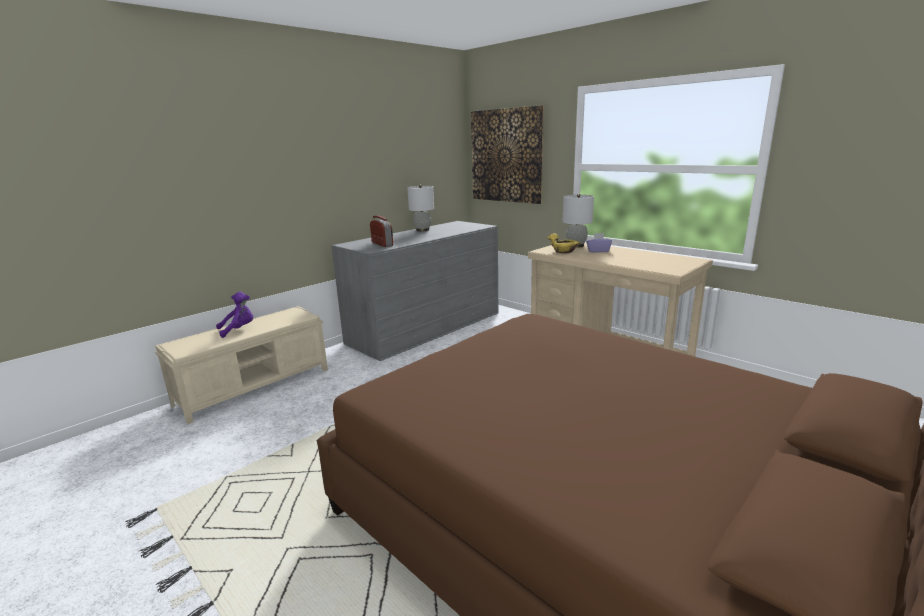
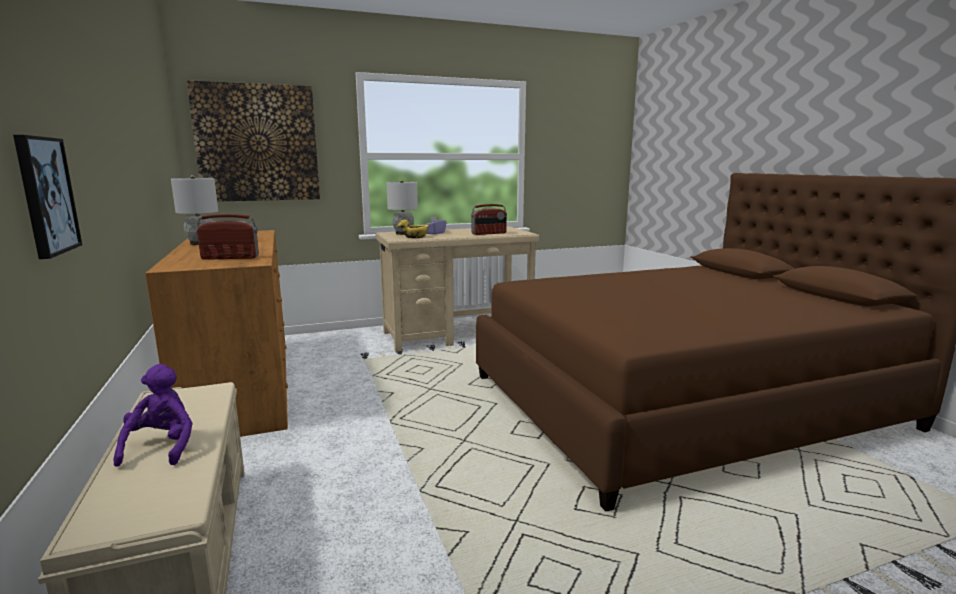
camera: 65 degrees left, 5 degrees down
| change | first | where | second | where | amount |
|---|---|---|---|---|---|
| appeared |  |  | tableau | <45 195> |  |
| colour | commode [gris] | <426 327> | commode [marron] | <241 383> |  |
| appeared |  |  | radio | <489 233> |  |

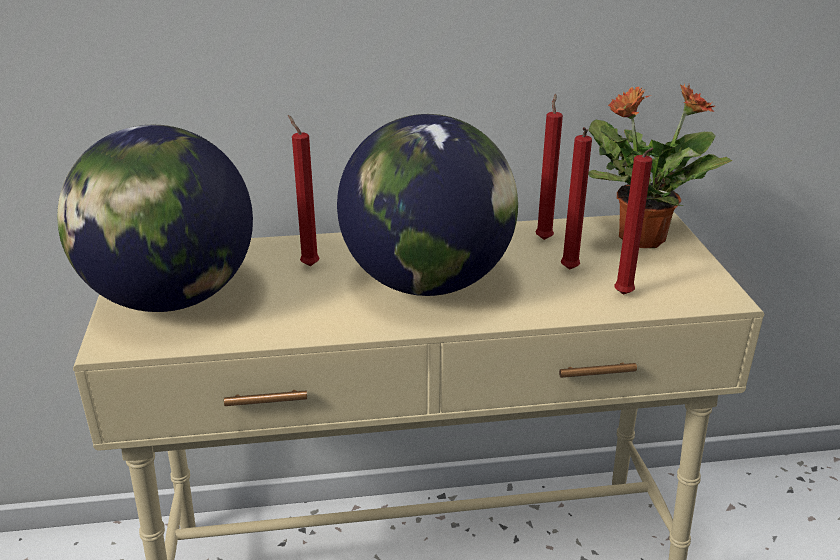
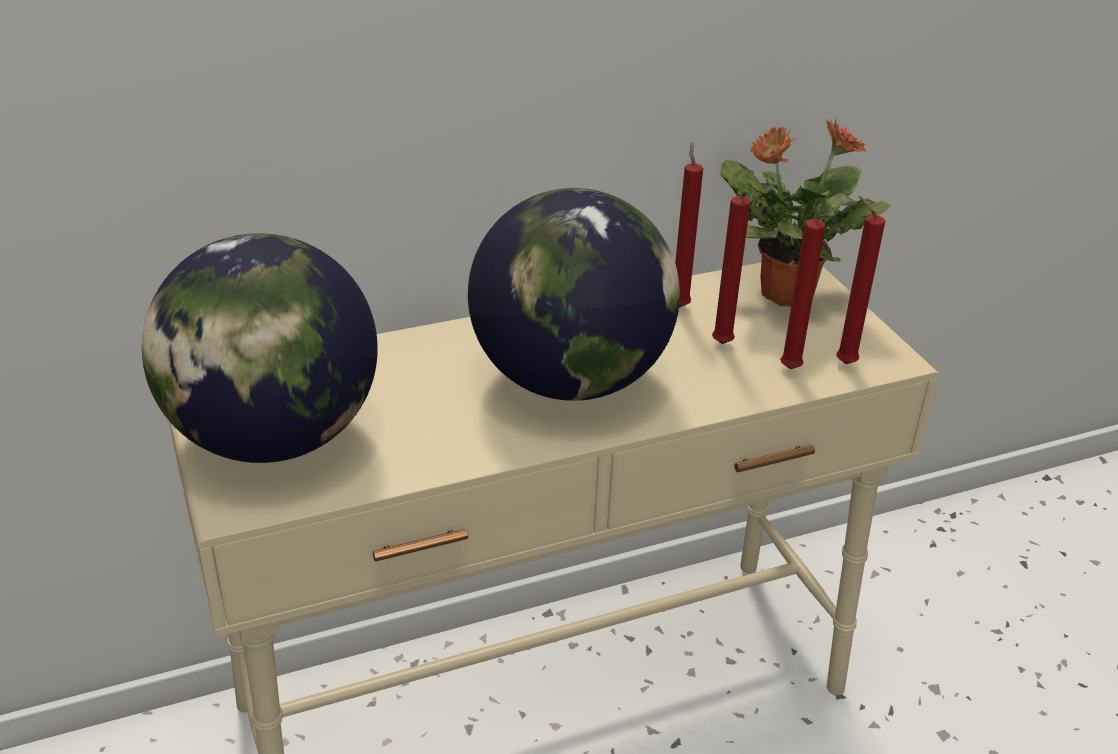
camera: 15 degrees left, 5 degrees up
| change | first | where | second | where | amount |
|---|---|---|---|---|---|
| relocated | bougie [rouge] | <308 265> |  | <842 362> |  |

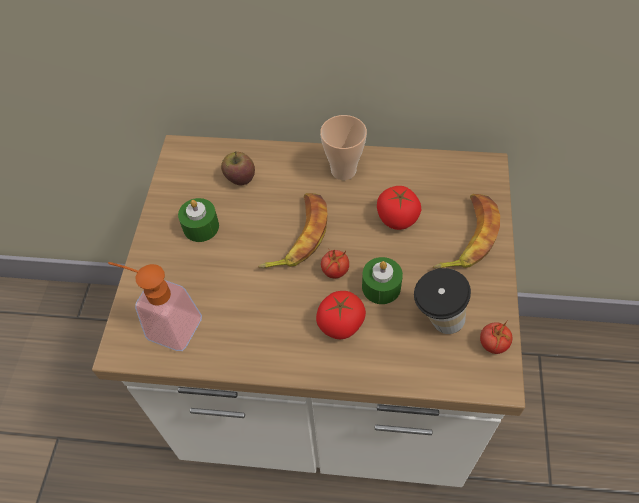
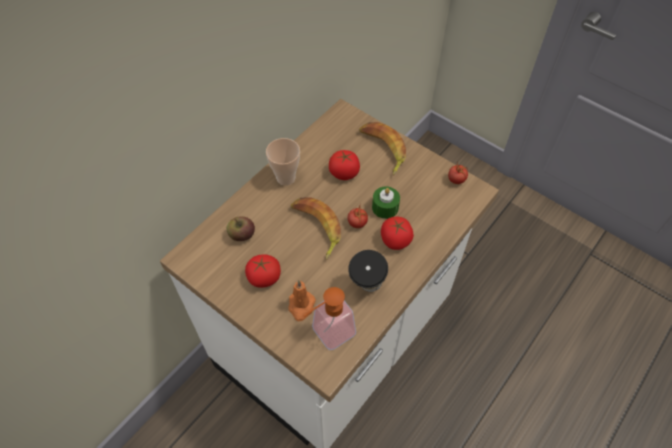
camera: 60 degrees left, 0 degrees up
| change | first | where | second | where | amount |
|---|---|---|---|---|---|
| exchanged | bougie [vert] | <201 227> | tomate | <264 278> |  |
| appeared |  |  | bougie [orange] | <301 306> |  |
| relocated | tasse | <436 322> |  | <367 288> |  |

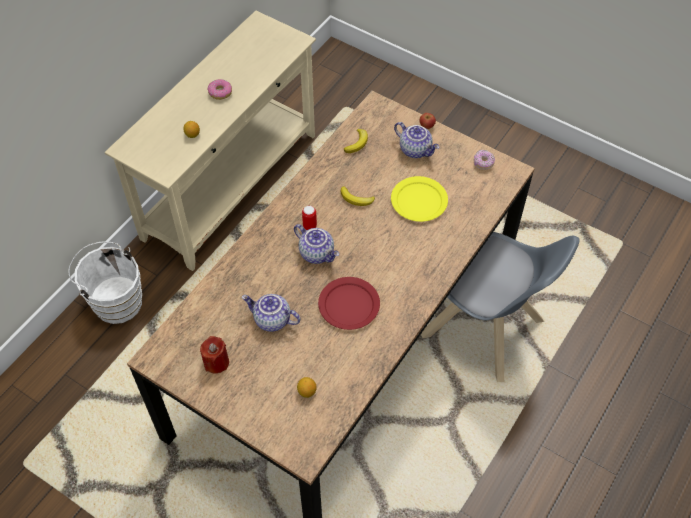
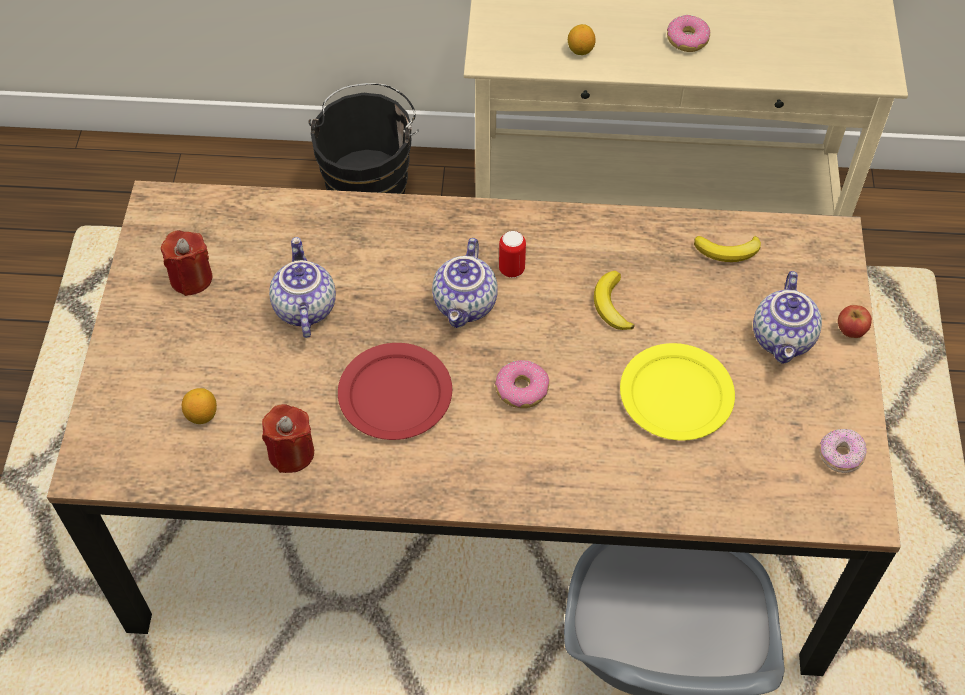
camera: 60 degrees right, 0 degrees up
| change | first | where | second | where | amount |
|---|---|---|---|---|---|
| appeared |  |  | bougie [rouge] | <291 453> |  |
| colour | seau [blanc] | <115 300> | seau [noir] | <369 185> |  |
| appeared |  |  | beignet | <521 390> |  |

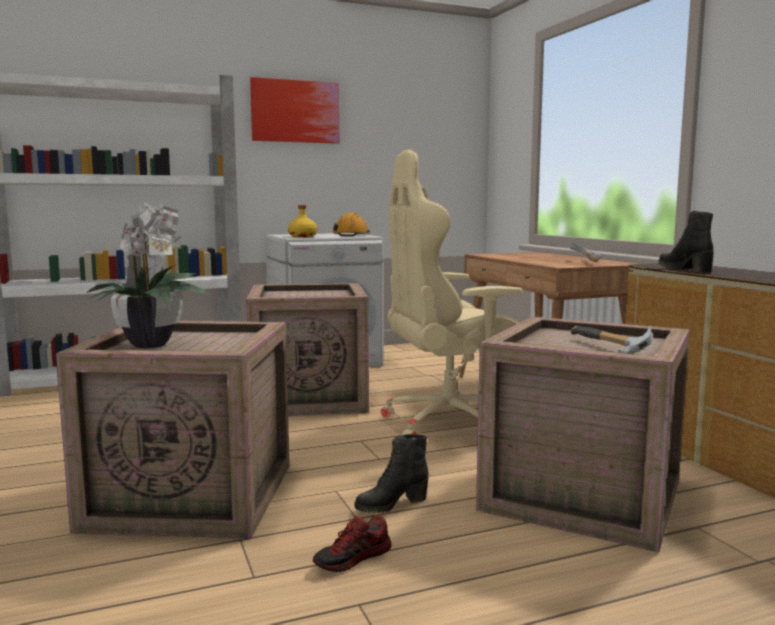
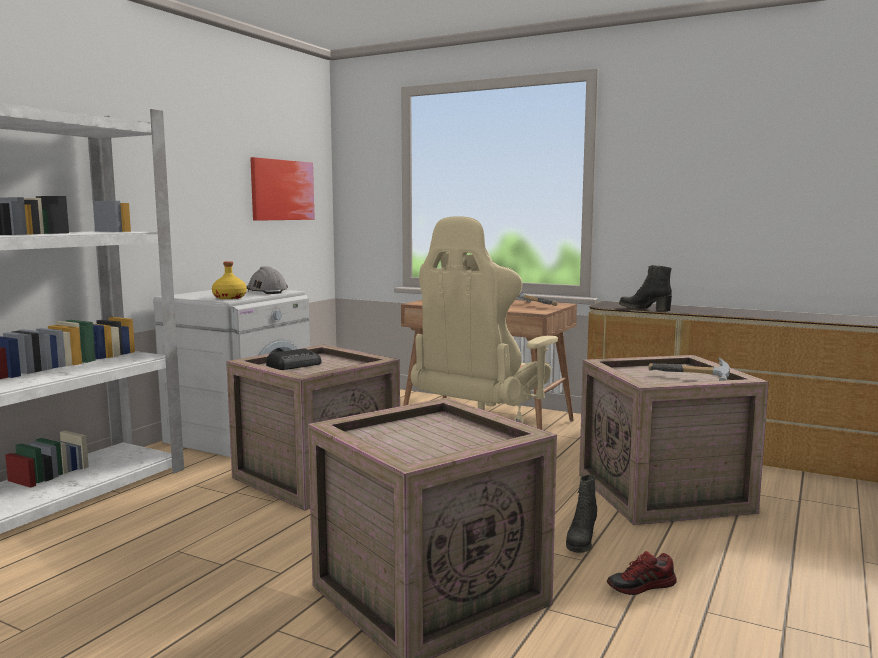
camera: 40 degrees left, 0 degrees up
| change | first | where | second | where | amount |
|---|---|---|---|---|---|
| colour | casque de chantier [orange] | <351 235> | casque de chantier [gris] | <266 291> |  |
| relocated | tableau | <295 111> |  | <282 190> |  |
| appeared |  |  | radio | <295 365> |  |
| spun | chaussure | <353 558> |  | <641 586> | 60 degrees clockwise |
| missing | plante en pot | <151 344> |  |  |  |

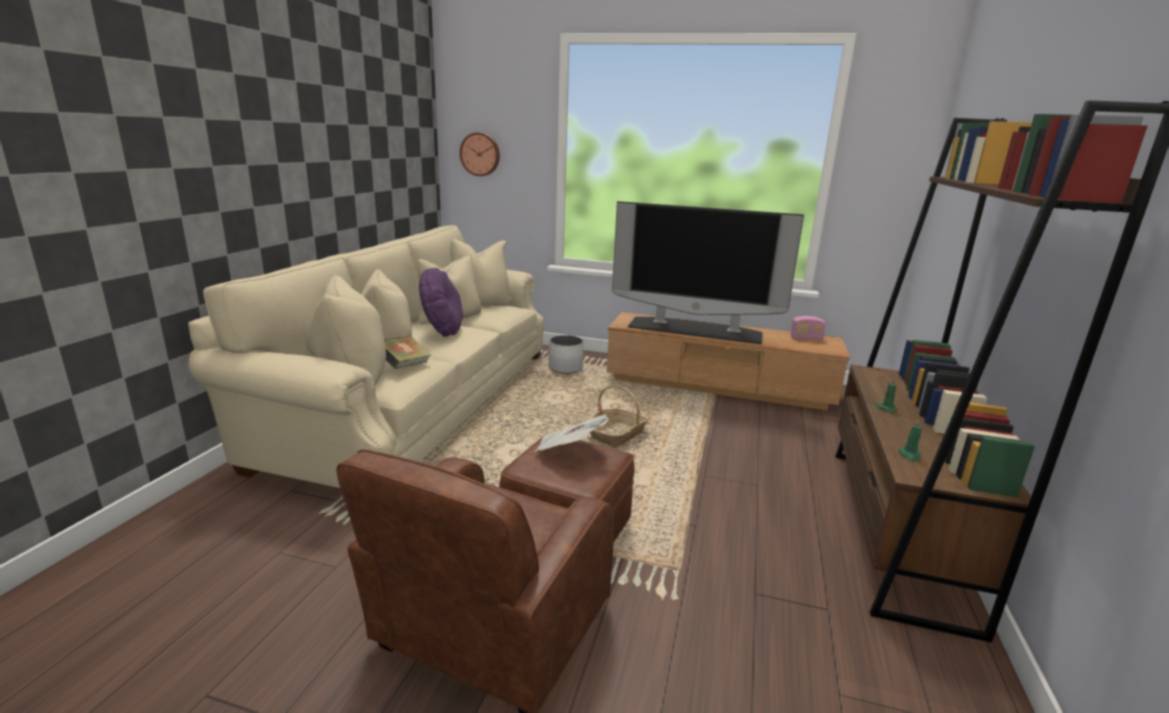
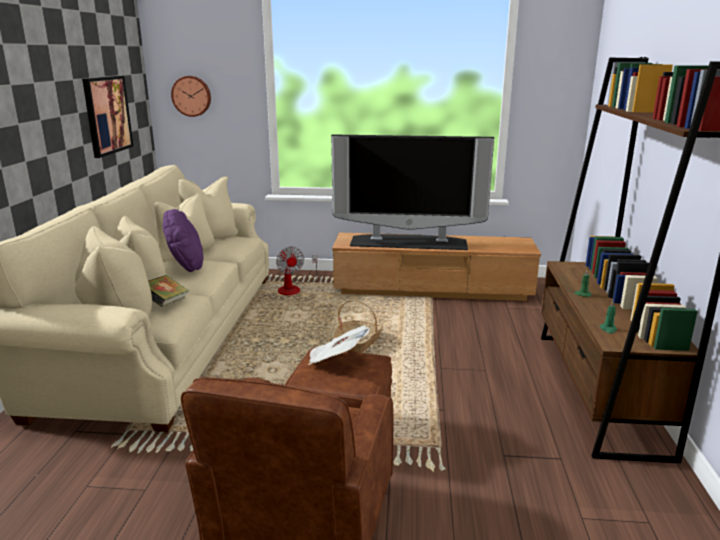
camera: 10 degrees left, 0 degrees up
| change | first | where | second | where | amount |
|---|---|---|---|---|---|
| appeared |  |  | tableau | <107 115> |  |
| exchanged | cache-pot [blanc] | <565 368> | ventilateur | <294 288> |  |
| missing | radio | <806 338> |  |  |  |

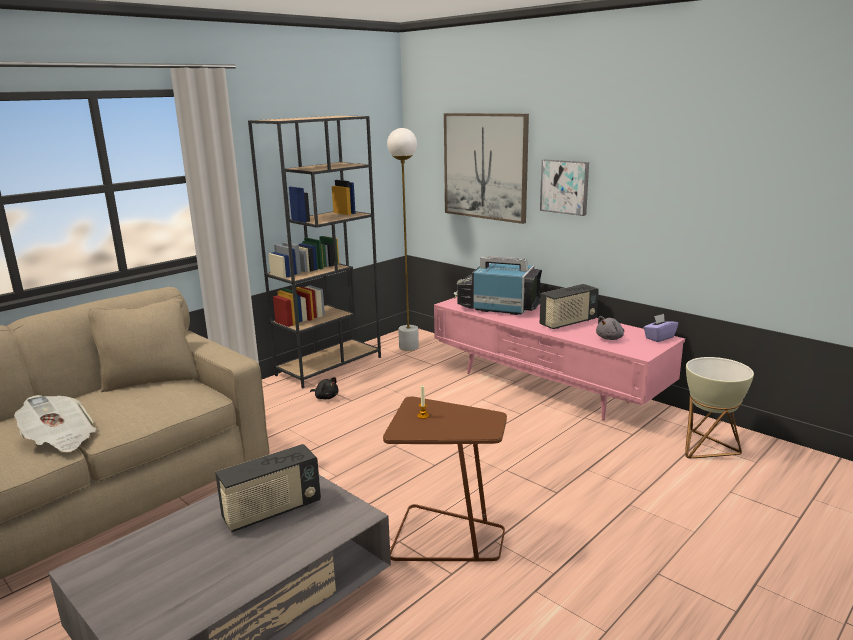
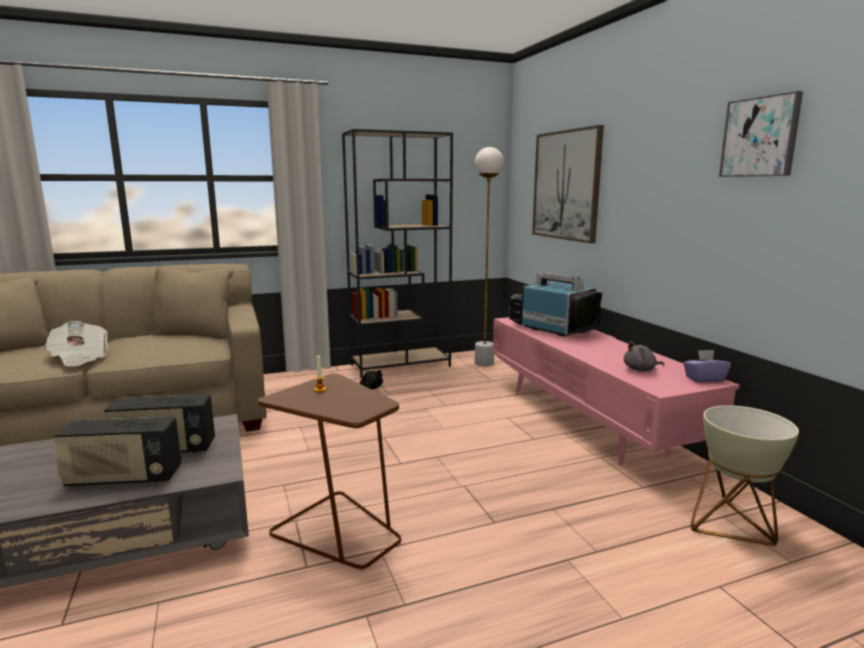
camera: 25 degrees right, 5 degrees down
| change | first | where | second | where | amount |
|---|---|---|---|---|---|
| relocated | radio | <568 323> |  | <123 478> |  |
| relocated | tableau | <565 186> |  | <760 137> |  |

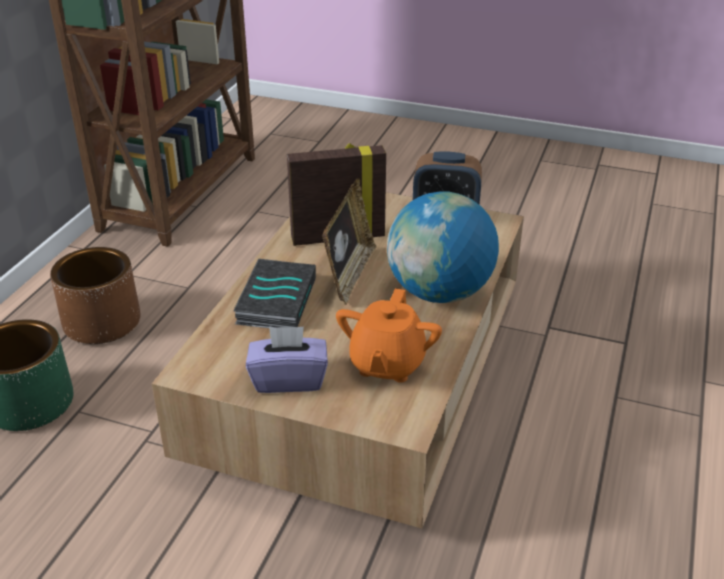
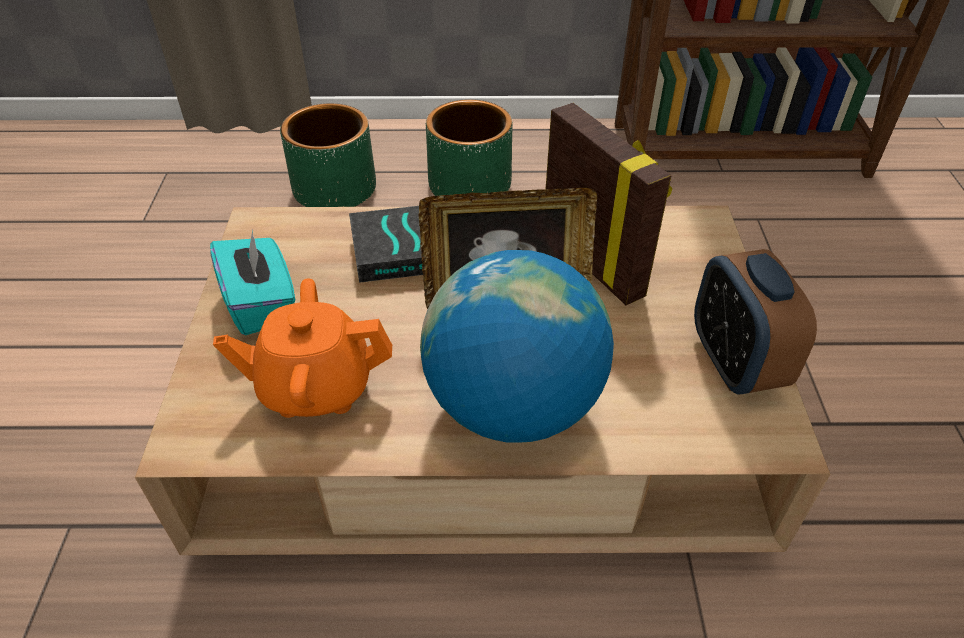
camera: 70 degrees right, 10 degrees up
| change | first | where | second | where | amount |
|---|---|---|---|---|---|
| colour | boîte à mouchoirs [violet] | <288 379> | boîte à mouchoirs [turquoise] | <261 304> |  |
| colour | cache-pot [marron] | <103 323> | cache-pot [vert] | <470 185> |  |

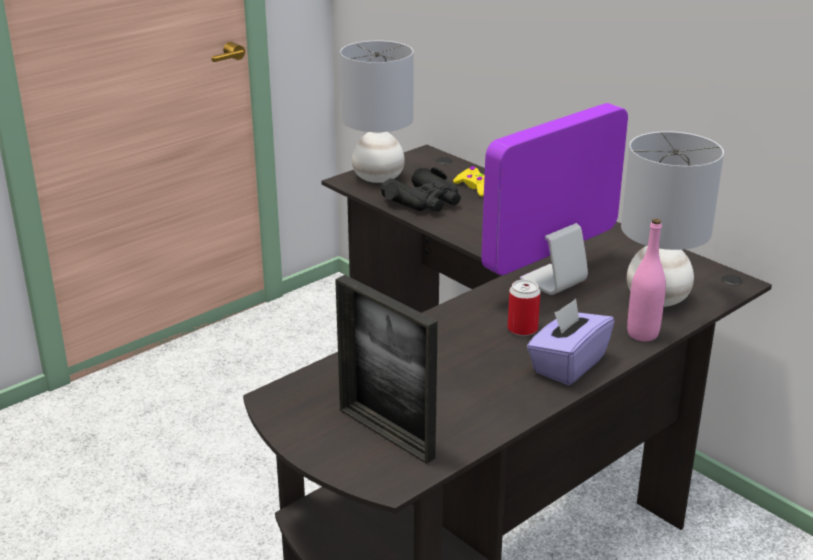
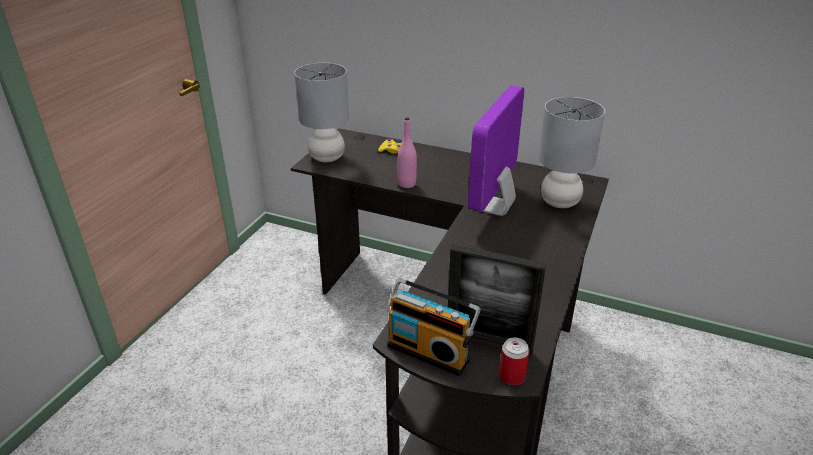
camera: 25 degrees left, 5 degrees up
| change | first | where | second | where | amount |
|---|---|---|---|---|---|
| appeared |  |  | radio | <430 351> |  |
| relocated | bouteille [rose] | <642 334> |  | <407 184> |  |
| relocated | boîte métallique | <522 329> |  | <512 376> |  |
| missing | jumelles [noir] | <424 201> |  |  |  |
| missing | boîte à mouchoirs [violet] | <567 364> |  |  |  |

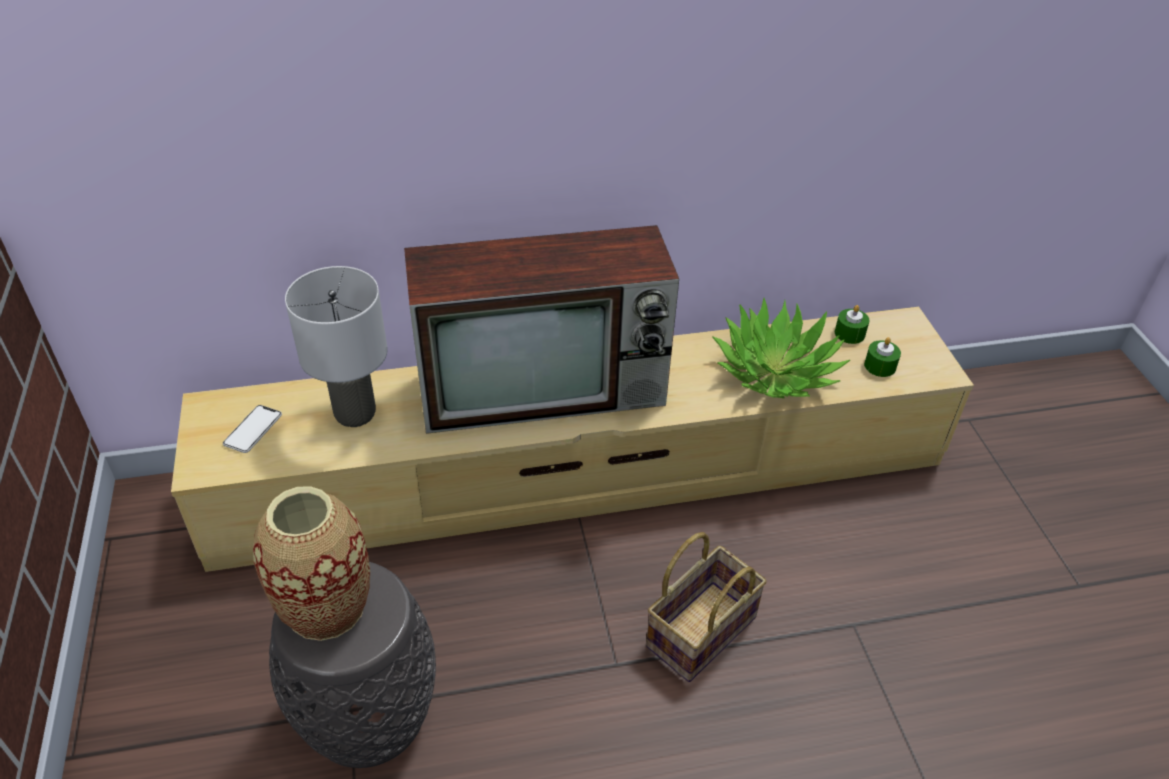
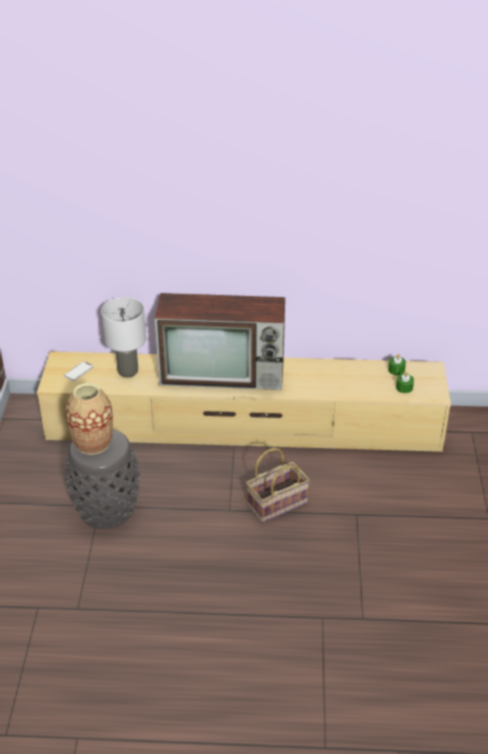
camera: 15 degrees right, 5 degrees down
| change | first | where | second | where | amount |
|---|---|---|---|---|---|
| missing | plante en pot | <775 371> |  |  |  |

